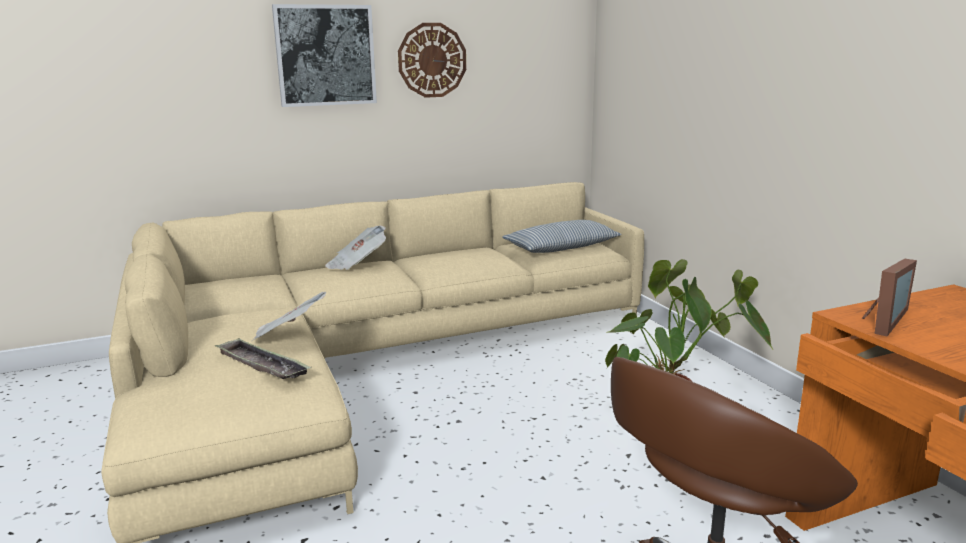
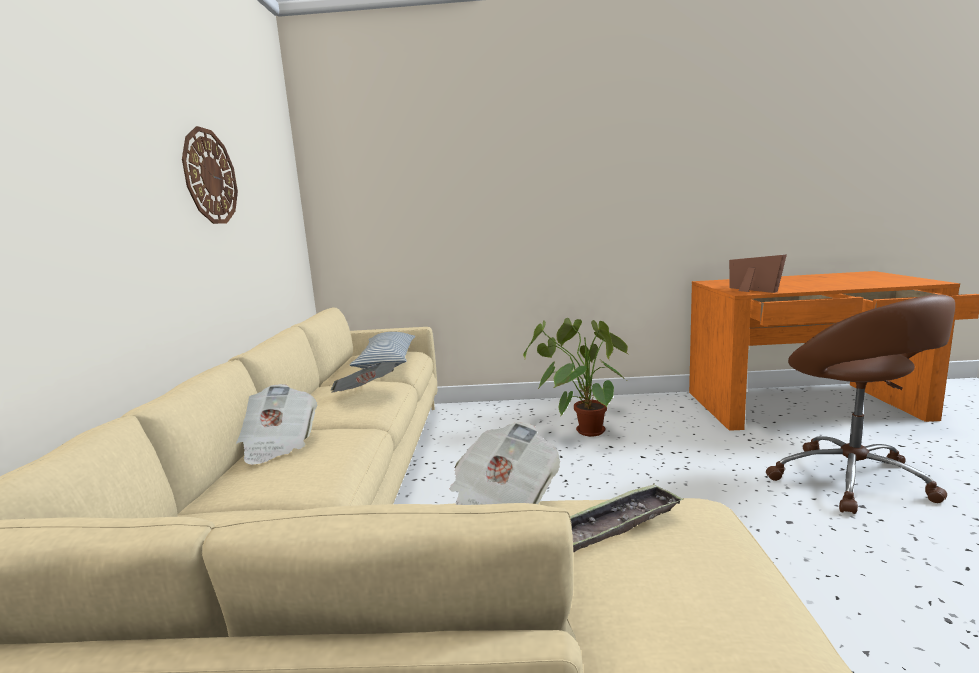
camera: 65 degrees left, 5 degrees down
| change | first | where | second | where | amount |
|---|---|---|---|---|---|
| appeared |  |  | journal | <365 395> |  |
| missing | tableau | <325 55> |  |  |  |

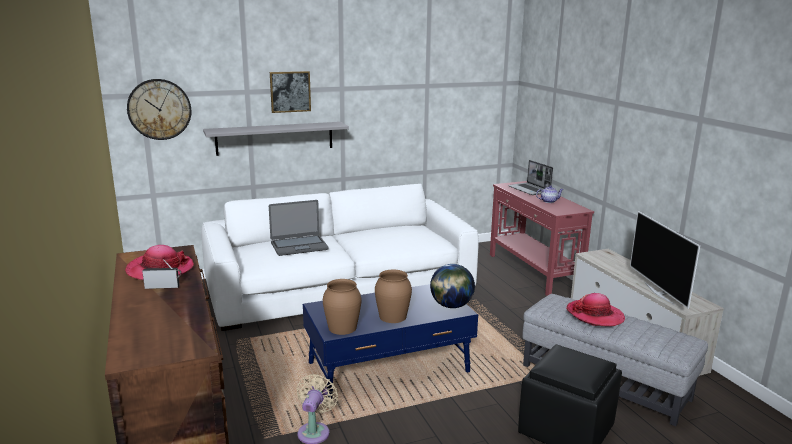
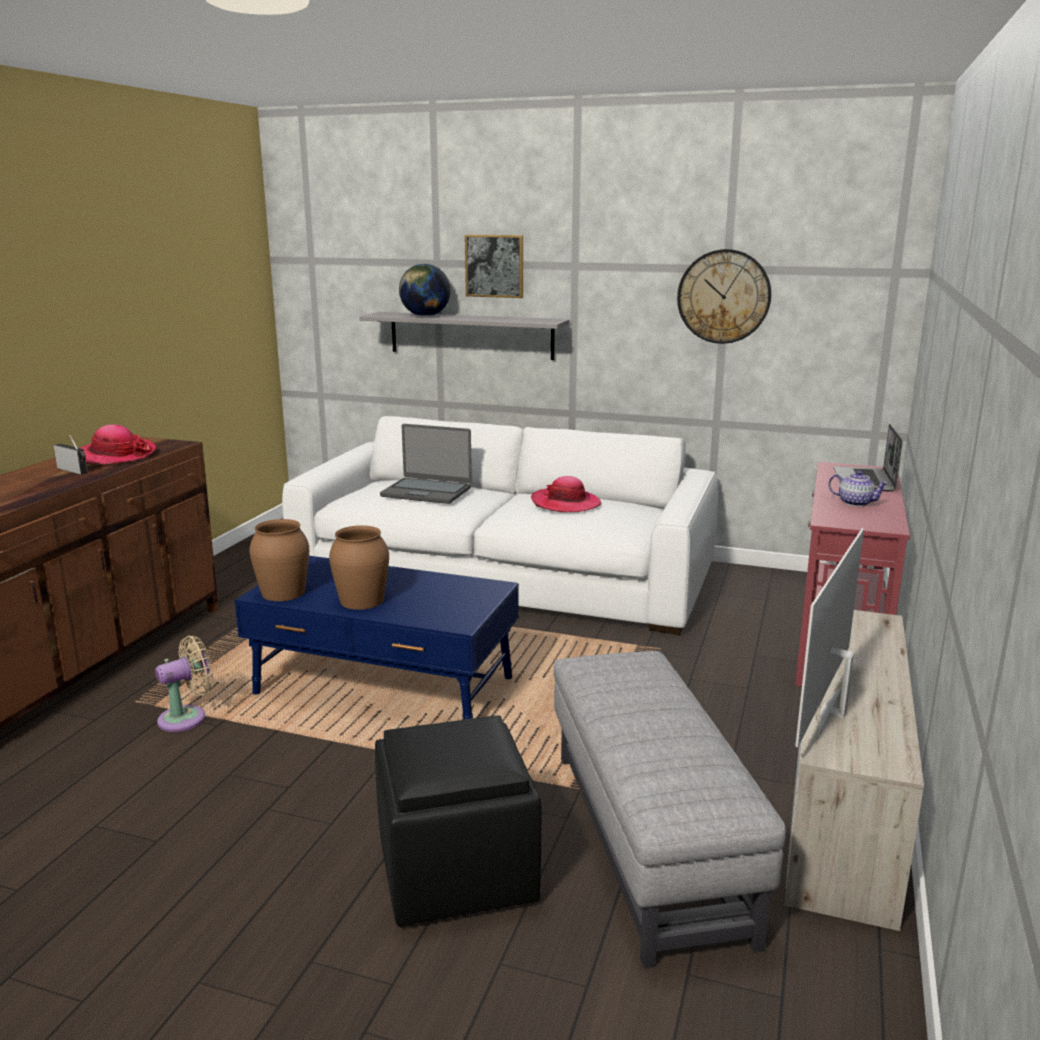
camera: 40 degrees right, 0 degrees up
| change | first | where | second | where | amount |
|---|---|---|---|---|---|
| relocated | globe | <451 306> |  | <425 316> |  |
| relocated | chapeau | <595 315> |  | <565 503> |  |
| relocated | horloge murale | <159 109> |  | <723 296> |  |

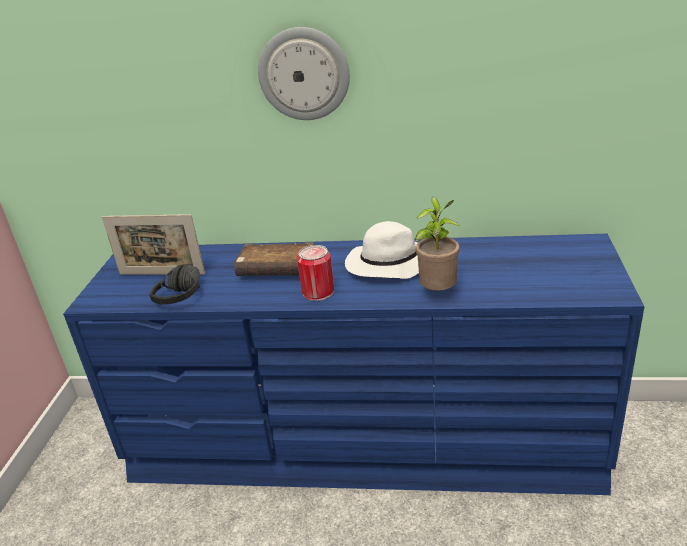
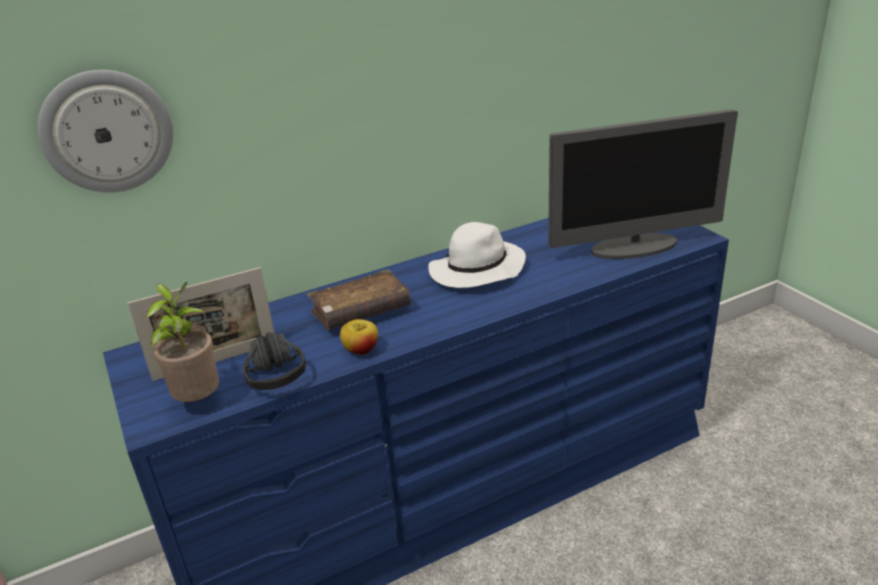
camera: 35 degrees left, 0 degrees up
| change | first | where | second | where | amount |
|---|---|---|---|---|---|
| relocated | horloge murale | <304 74> |  | <107 131> |  |
| relocated | plante en pot | <438 292> |  | <199 401> |  |
| appeared |  |  | pomme | <361 350> |  |
| appeared |  |  | écran d'ordinateur | <634 247> |  |
| missing | boîte métallique | <318 292> |  |  |  |

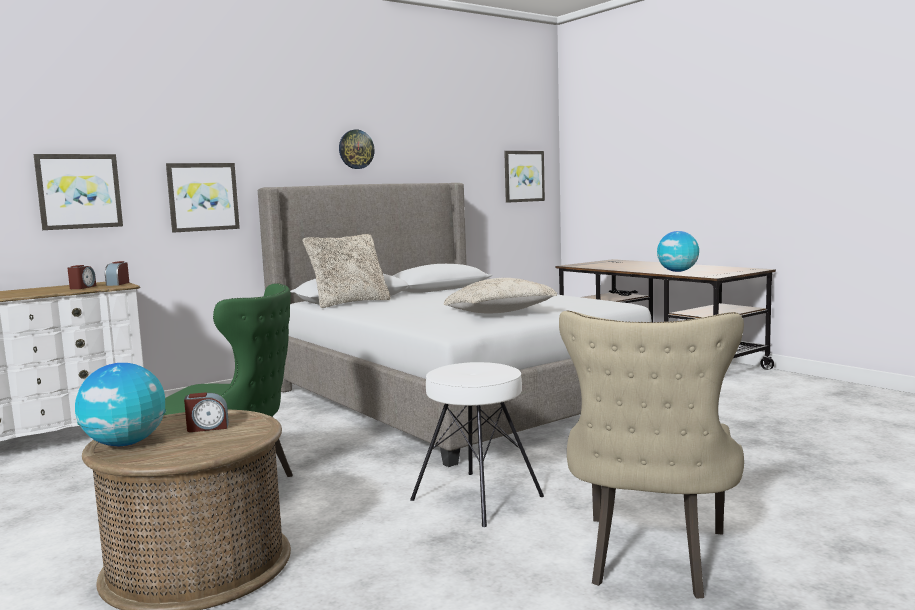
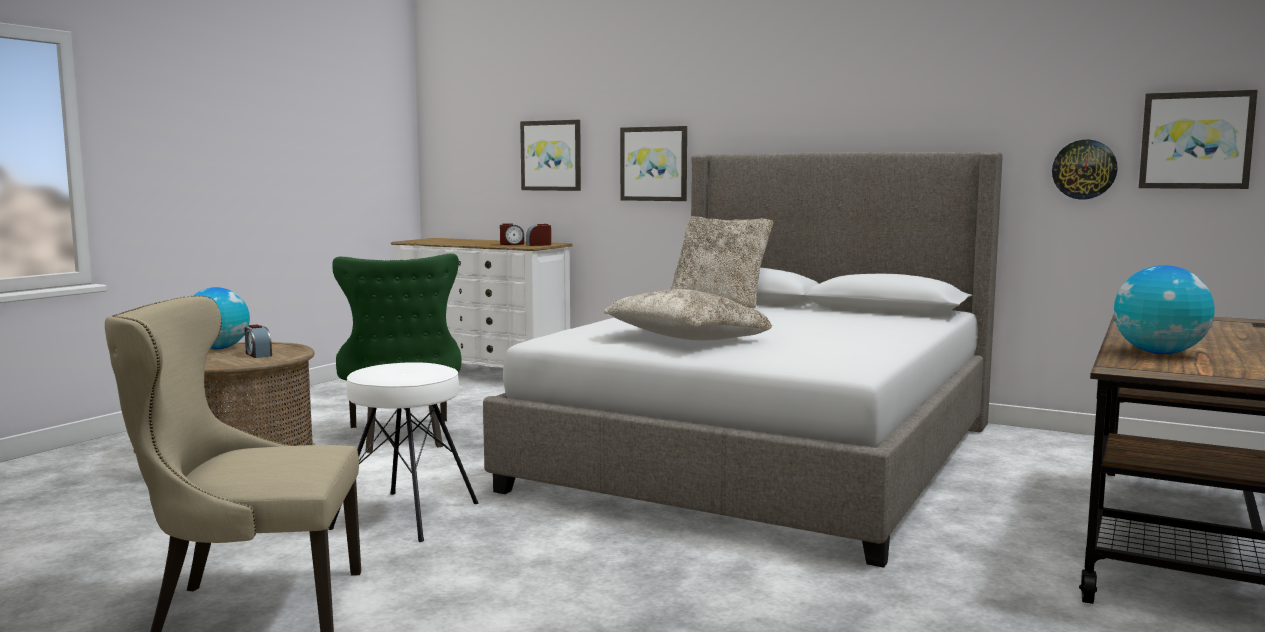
camera: 65 degrees right, 0 degrees up
| change | first | where | second | where | amount |
|---|---|---|---|---|---|
| relocated | horloge murale | <356 149> |  | <1084 169> |  |

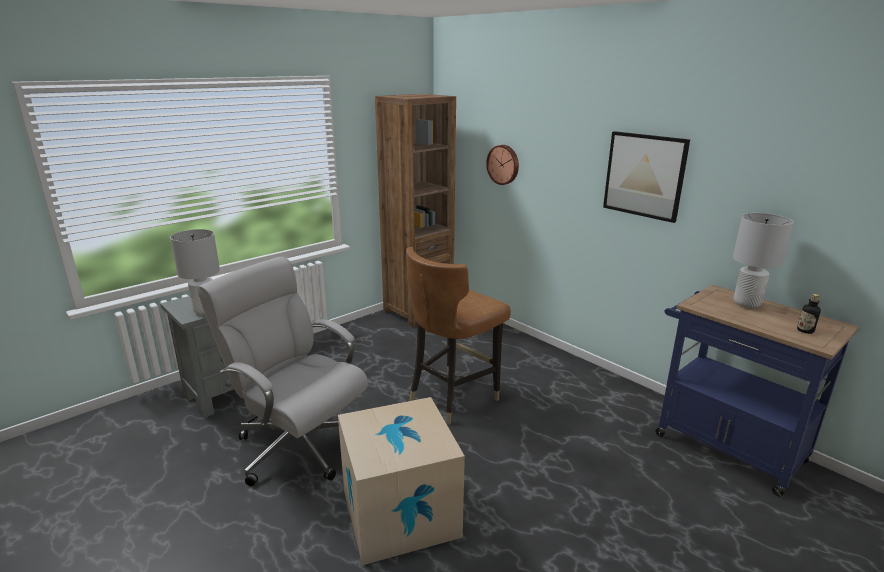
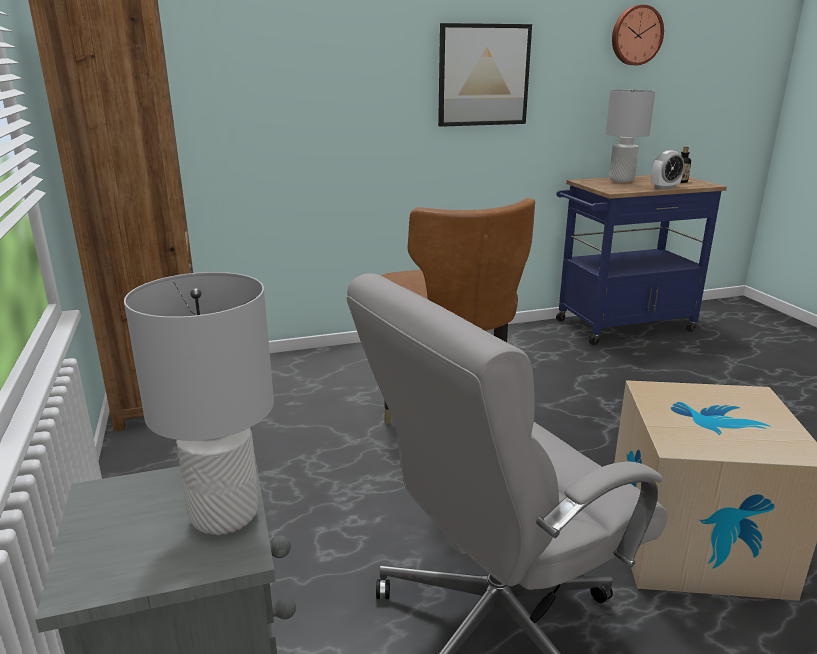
camera: 65 degrees left, 0 degrees up
| change | first | where | second | where | amount |
|---|---|---|---|---|---|
| relocated | horloge murale | <503 164> |  | <636 35> |  |
| appeared |  |  | réveil | <665 187> |  |

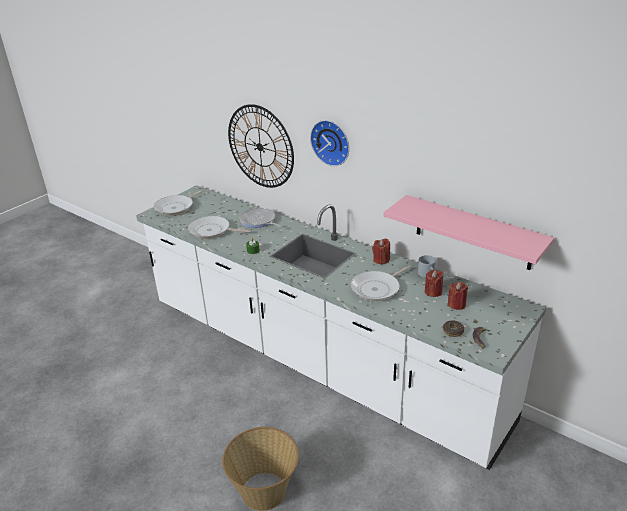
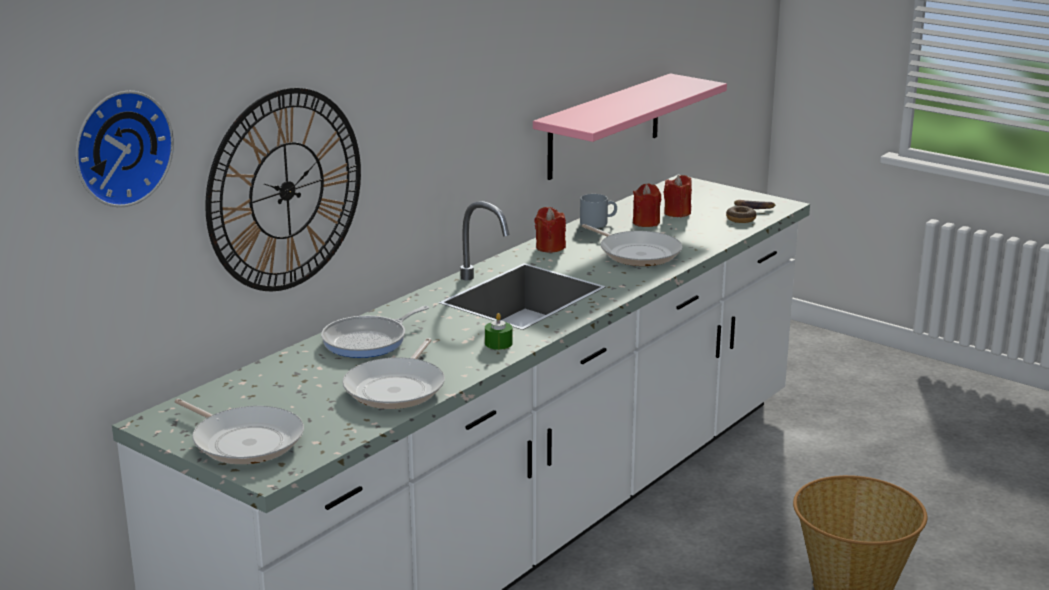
camera: 90 degrees left, 10 degrees down
| change | first | where | second | where | amount |
|---|---|---|---|---|---|
| relocated | horloge murale | <331 142> |  | <119 147> |  |

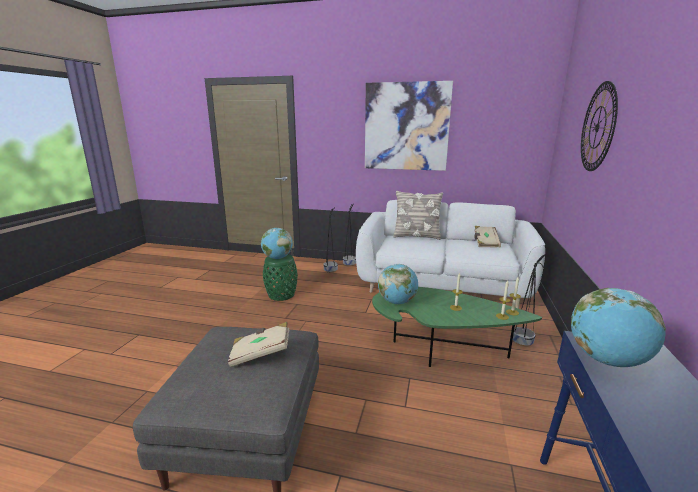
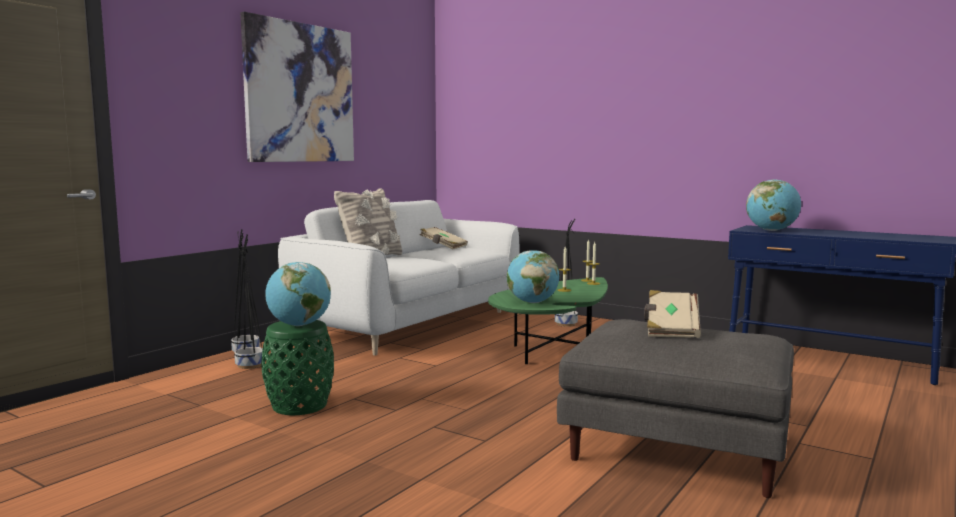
camera: 70 degrees left, 10 degrees down
| change | first | where | second | where | amount |
|---|---|---|---|---|---|
| missing | horloge murale | <597 127> |  |  |  |

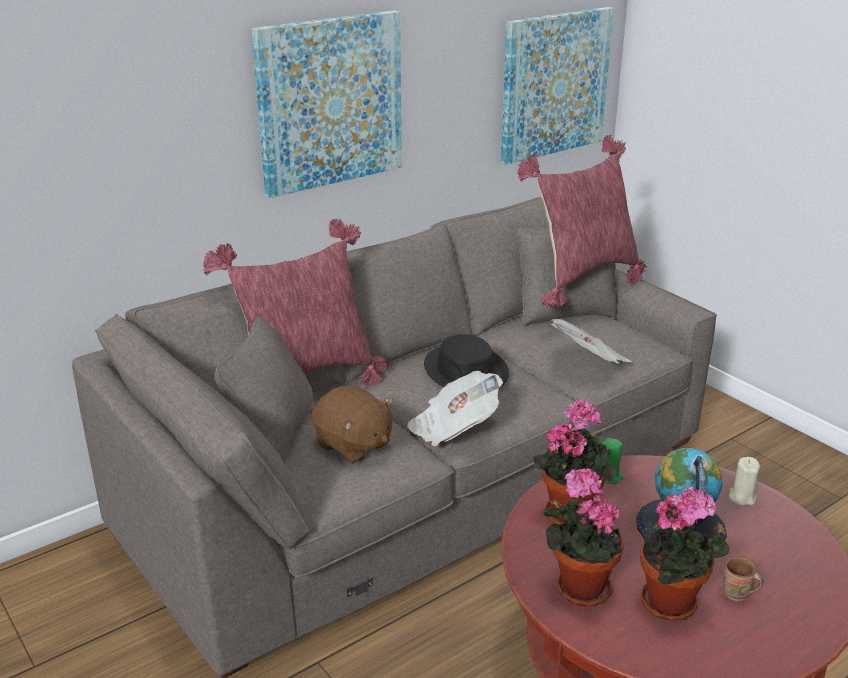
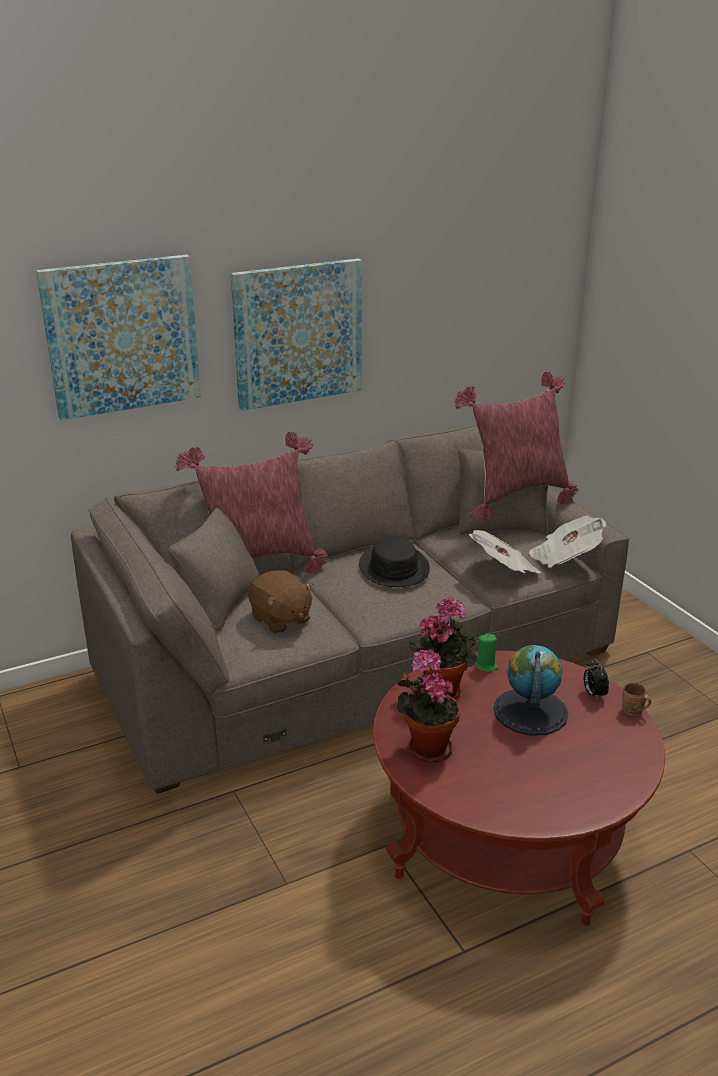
camera: 10 degrees right, 0 degrees up
| change | first | where | second | where | amount |
|---|---|---|---|---|---|
| relocated | tableau | <554 84> |  | <122 336> |  |
| relocated | journal | <454 428> |  | <565 557> |  |
| exchanged | bougie [beige] | <741 497> | réveil | <593 694> |  |
| relocated | mug [marron] | <737 595> |  | <632 711> |  |
| missing | plante en pot | <673 605> |  |  |  |

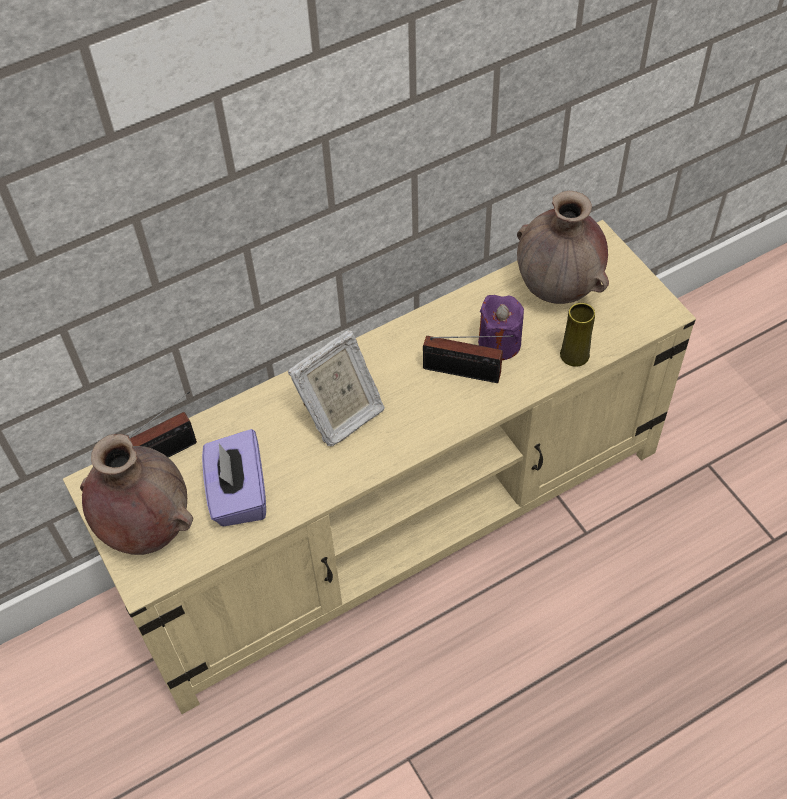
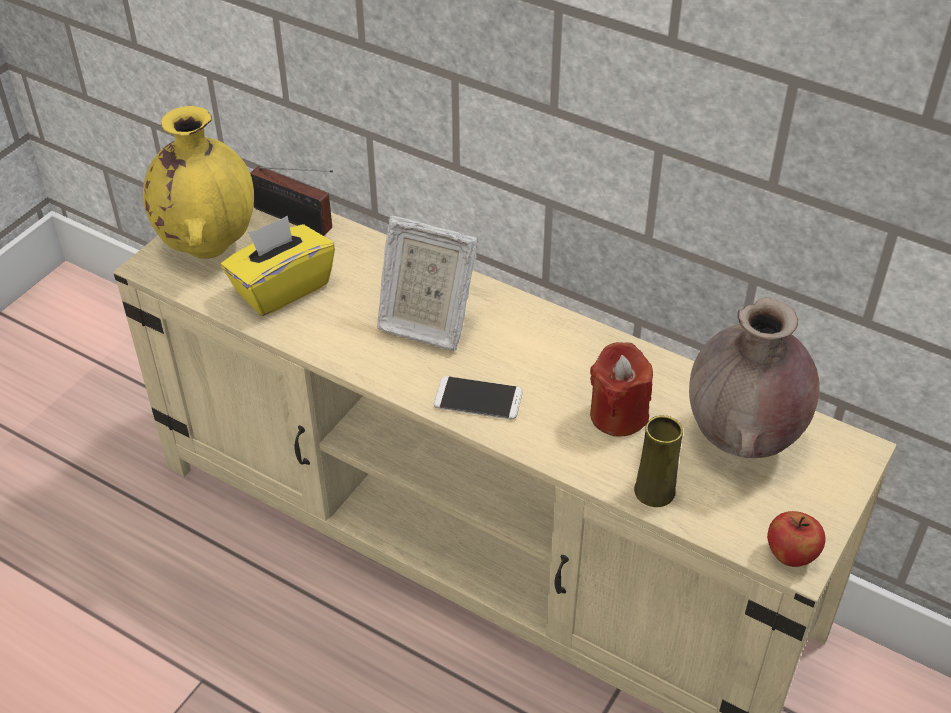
camera: 60 degrees right, 10 degrees down
| change | first | where | second | where | amount |
|---|---|---|---|---|---|
| colour | vase [marron] | <147 529> | vase [jaune] | <208 244> |  |
| colour | boîte à mouchoirs [violet] | <238 494> | boîte à mouchoirs [jaune] | <282 288> |  |
| appeared |  |  | téléphone | <478 399> |  |
| colour | bougie [violet] | <499 343> | bougie [rouge] | <618 415> |  |
| appeared |  |  | pomme | <791 555> |  |
| missing | radio | <466 372> |  |  |  |

